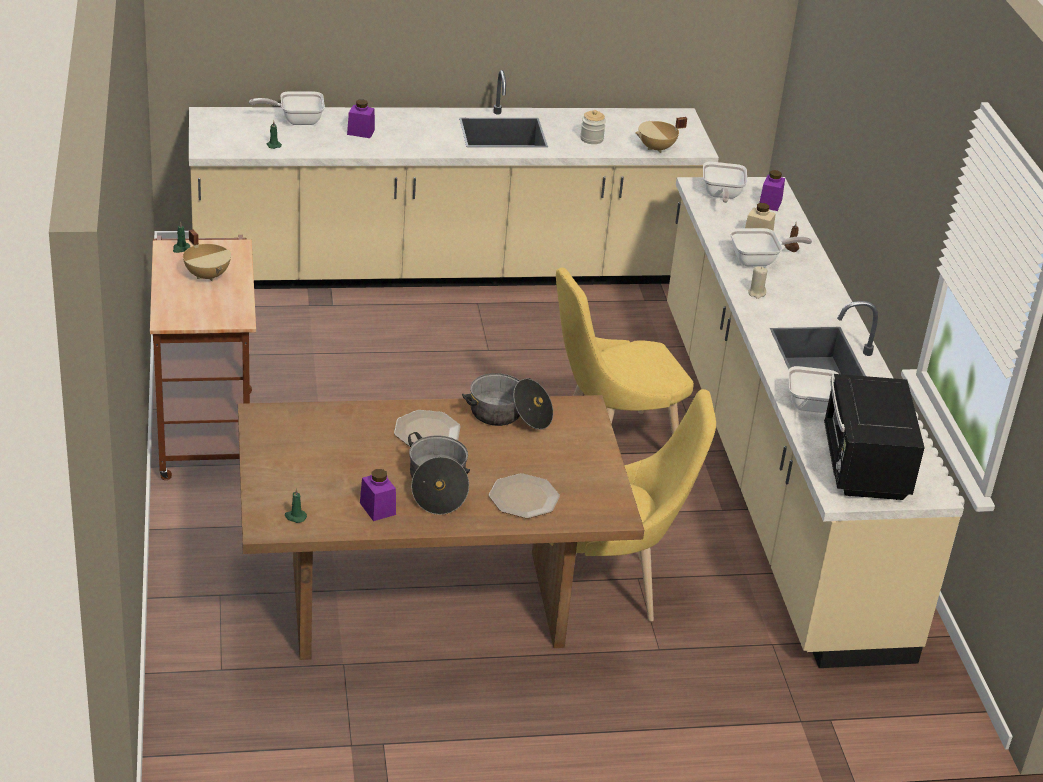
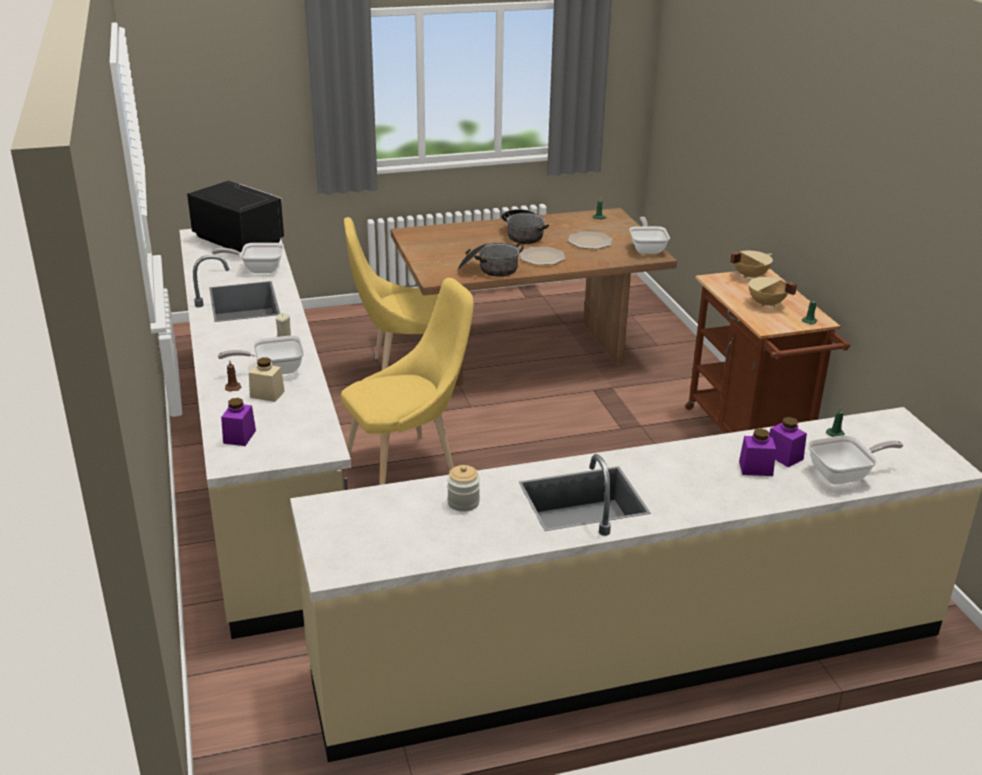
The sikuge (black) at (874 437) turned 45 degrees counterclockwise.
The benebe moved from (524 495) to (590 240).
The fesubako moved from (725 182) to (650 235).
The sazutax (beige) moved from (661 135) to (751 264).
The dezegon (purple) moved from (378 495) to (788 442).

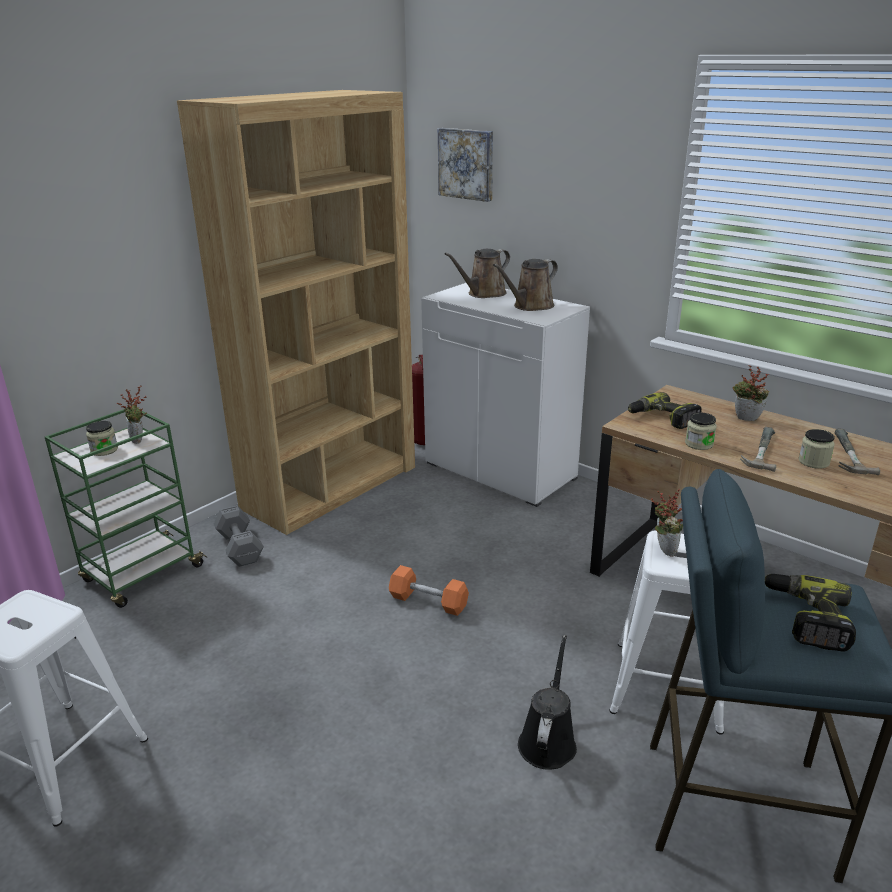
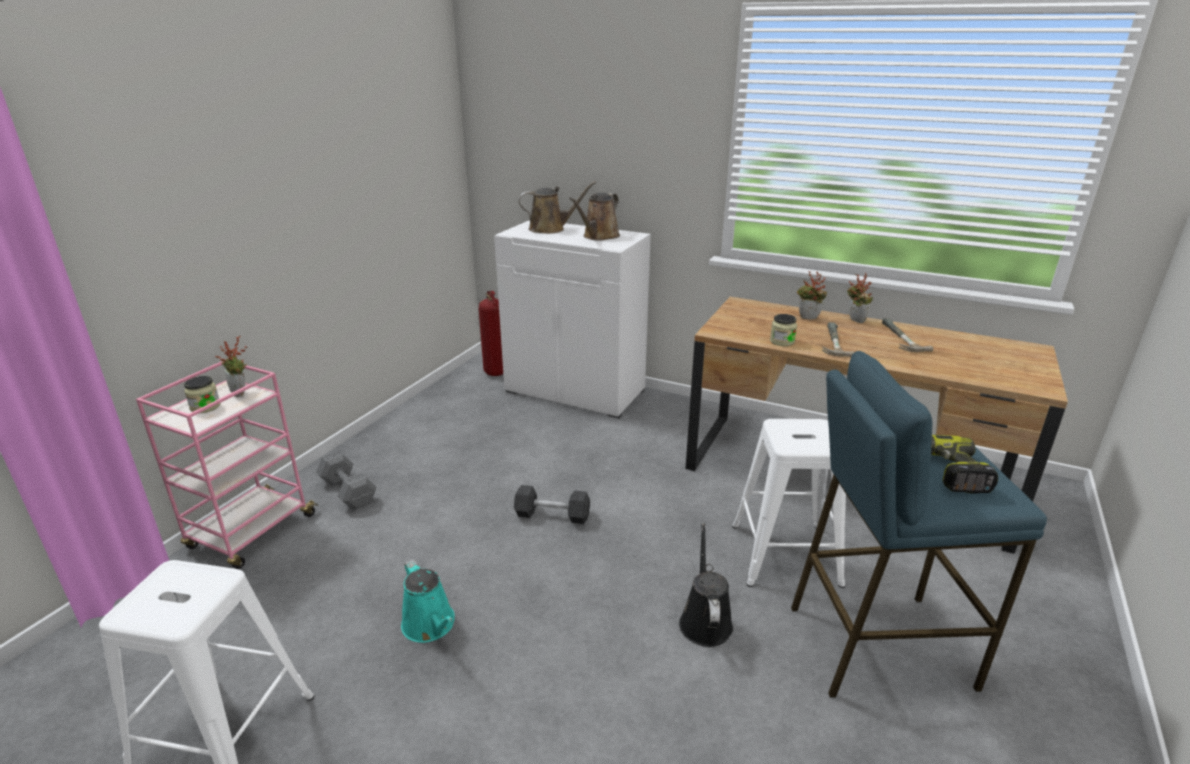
The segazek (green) at (126 508) became the segazek (pink) at (227 464).
The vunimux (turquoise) at (428 601) appeared.
The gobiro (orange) at (429 590) became the gobiro (grey) at (552 504).
The vunimux (brown) at (477 273) turned 135 degrees counterclockwise.
The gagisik moved from (667 522) to (860 298).
The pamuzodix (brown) at (296 312) disappeared.
The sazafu at (465 165) disappeared.
The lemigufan at (665 410) disappeared.
The dezegon at (817 449) disappeared.

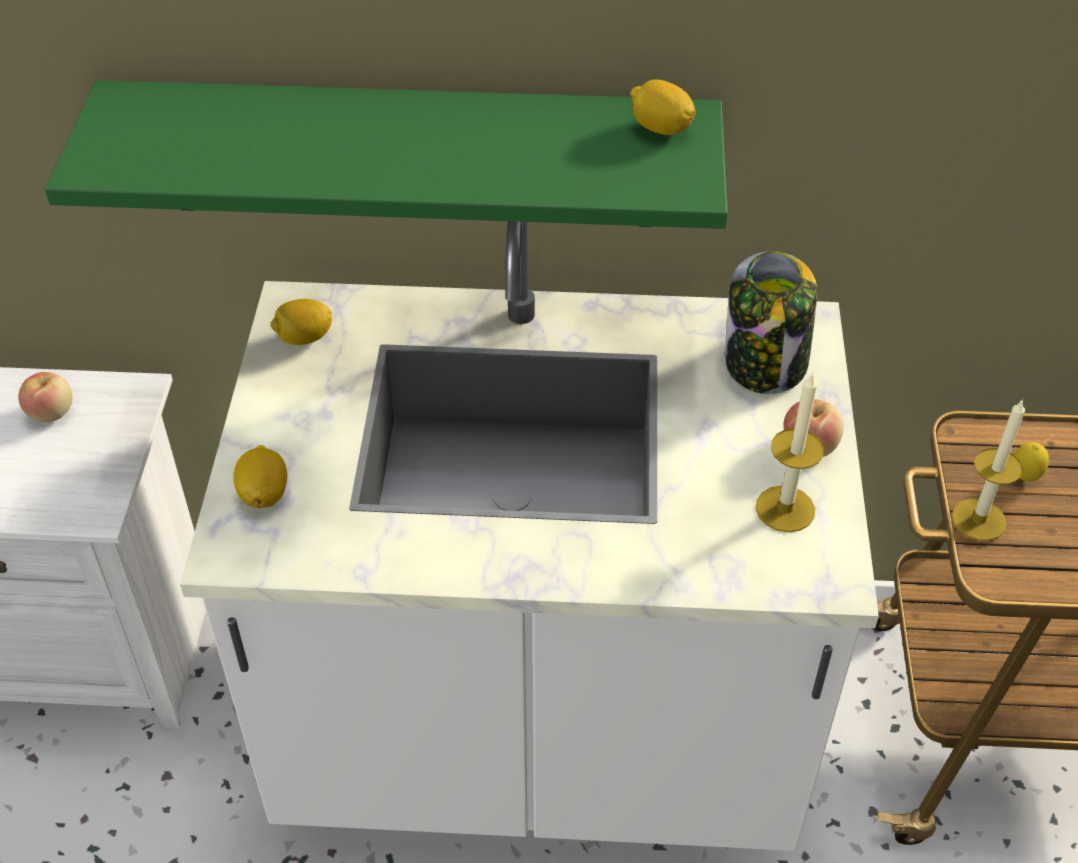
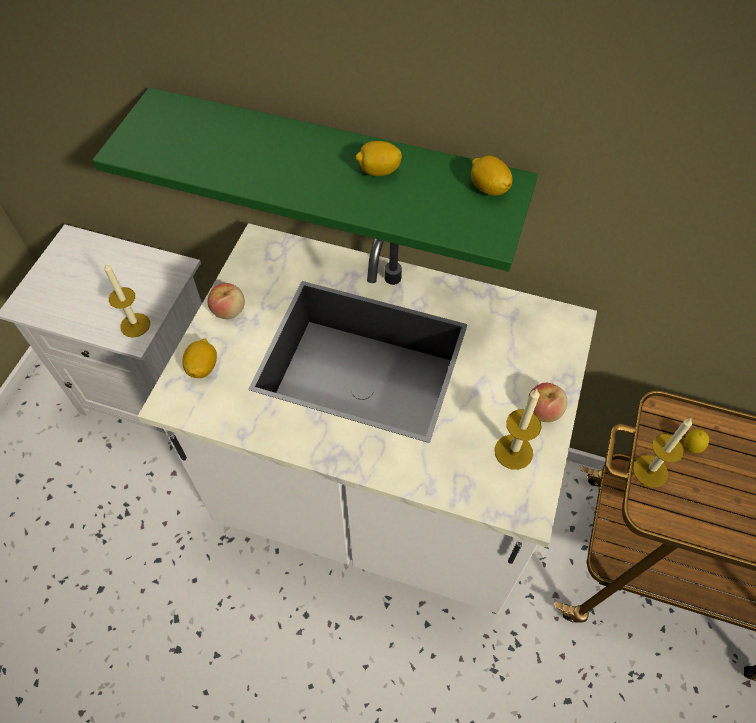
The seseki at (127 300) appeared.
The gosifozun moved from (45 397) to (226 301).
The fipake moved from (301 322) to (379 158).
The dezegon at (771 322) disappeared.

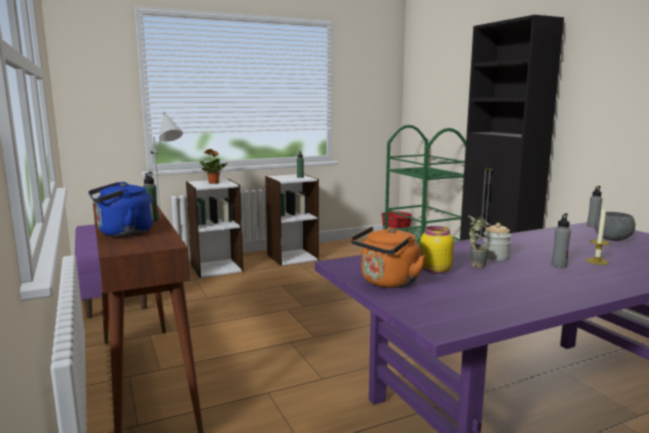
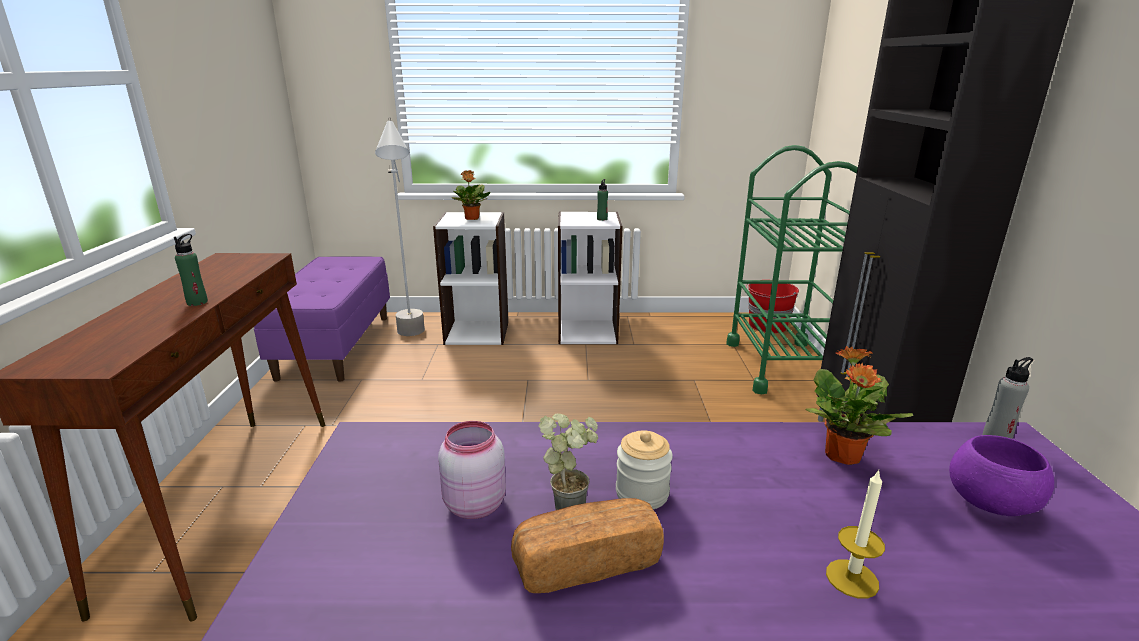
The dezegon (yellow) at (437 250) became the dezegon (pink) at (472 470).
The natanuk at (587 545) appeared.
The gagisik at (859 405) appeared.
The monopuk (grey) at (615 226) became the monopuk (purple) at (1001 475).
The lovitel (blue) at (120 209) disappeared.
The lovitel (orange) at (388 257) disappeared.
The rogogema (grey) at (561 240) disappeared.

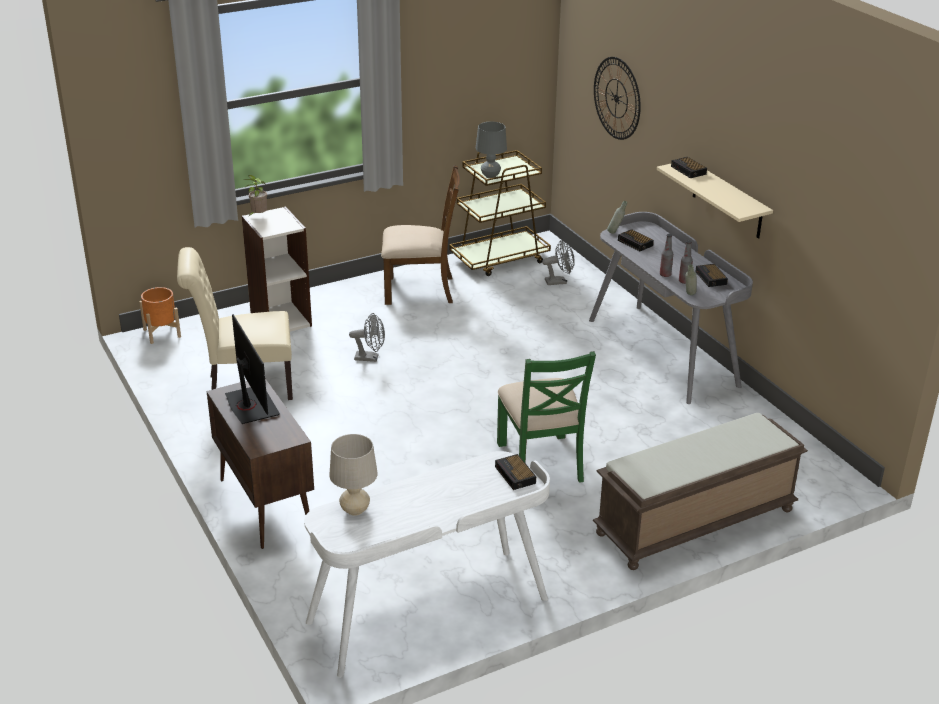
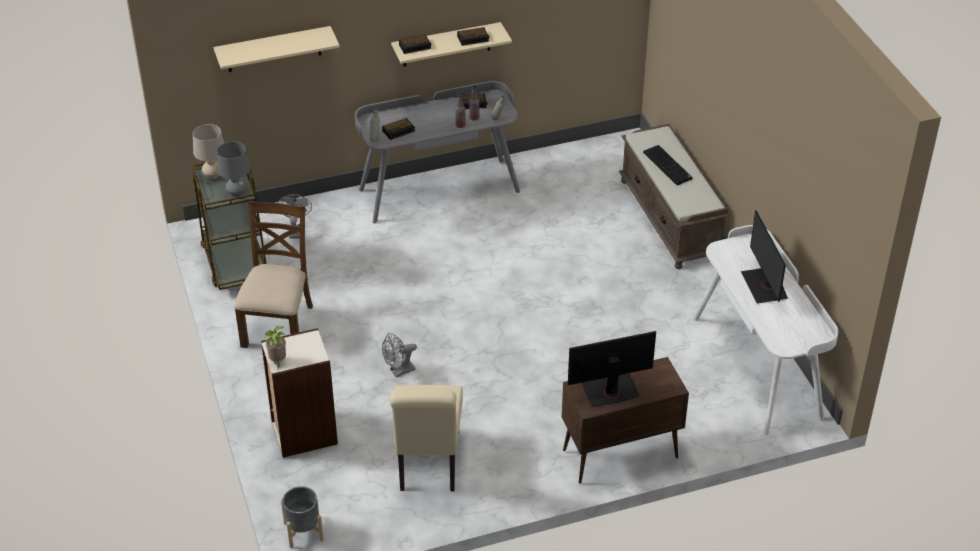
The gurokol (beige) moved from (353 475) to (208 151).
The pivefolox at (617 98) was replaced by the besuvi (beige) at (277 49).
The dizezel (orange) at (160 315) became the dizezel (grey) at (302 517).
The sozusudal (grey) at (367 337) turned 135 degrees counterclockwise.
The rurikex moved from (515 472) to (473 36).
The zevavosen at (667 165) appeared.
The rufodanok at (764 256) appeared.
The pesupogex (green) at (546 417) disappeared.

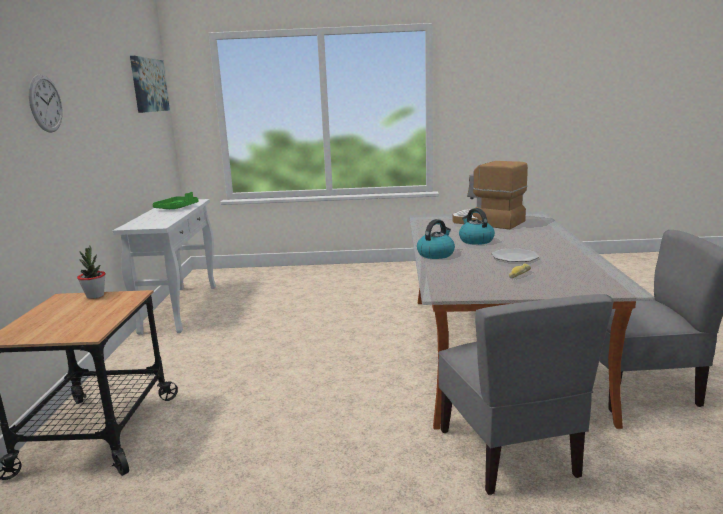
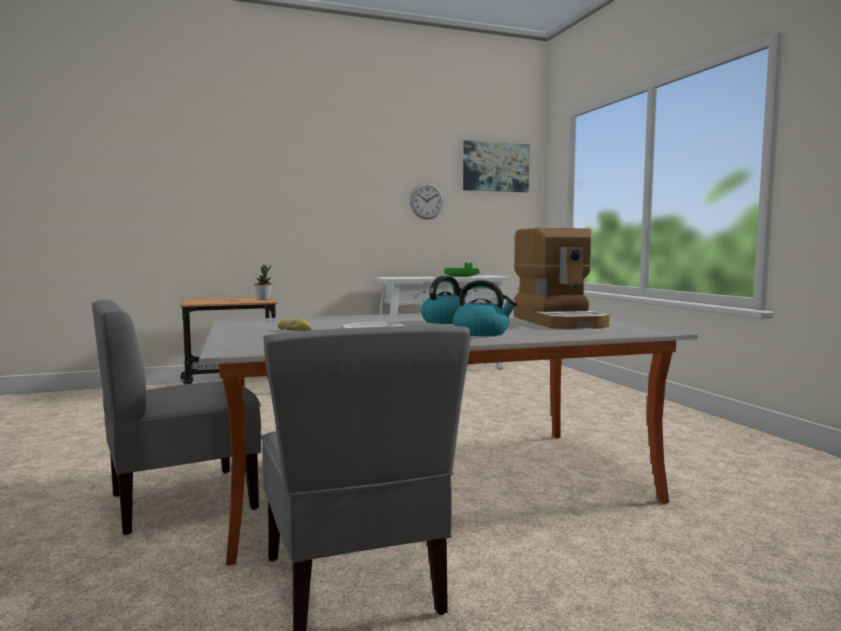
The pivefolox moved from (46 103) to (427 201).
The lovitel moved from (436 239) to (485 308).
The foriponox at (490 195) turned 150 degrees clockwise.

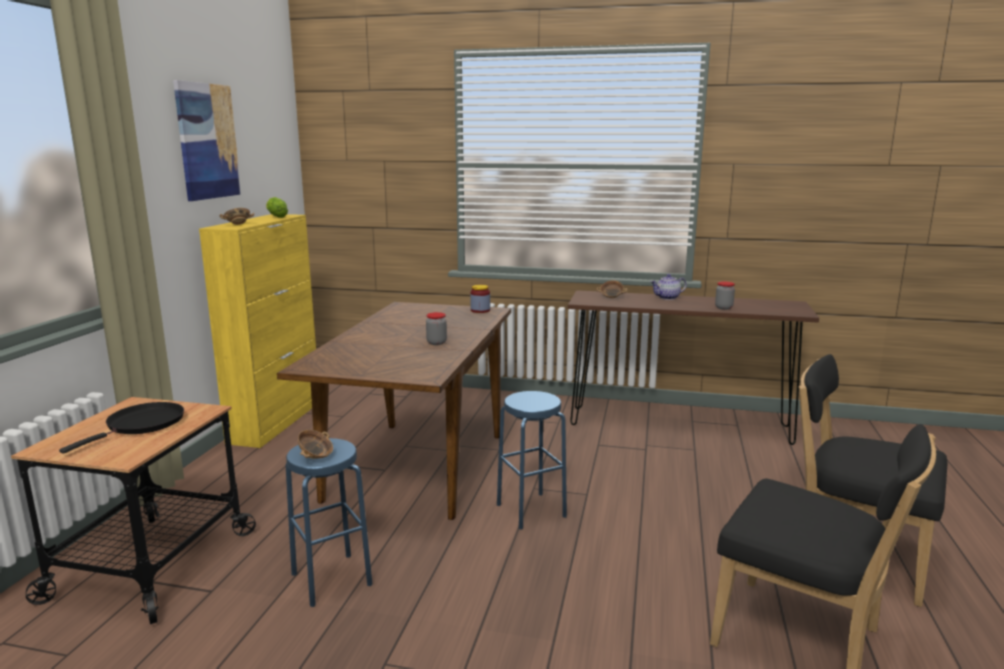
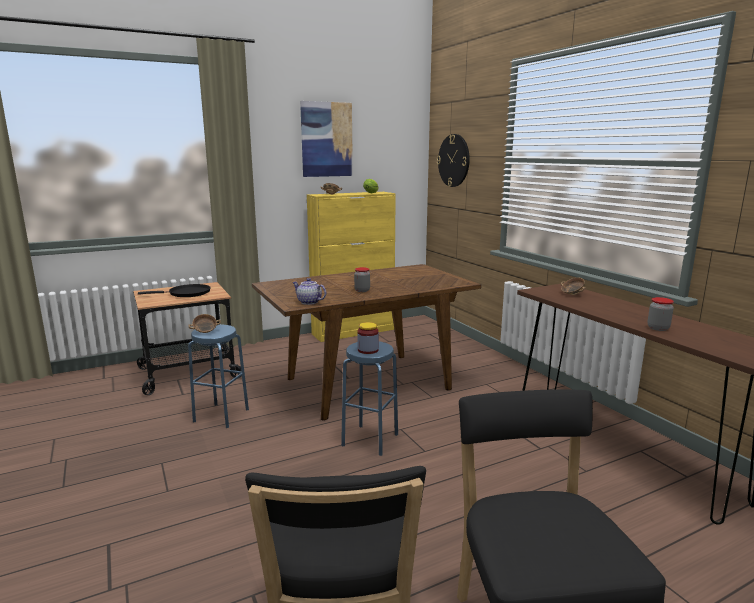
The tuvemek moved from (669 287) to (309 291).
The dezegon moved from (480 299) to (368 338).
The pivefolox at (453 160) appeared.

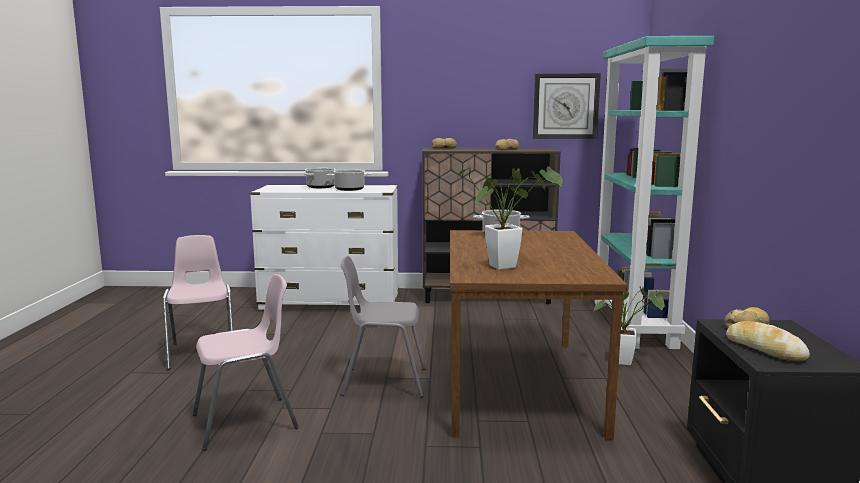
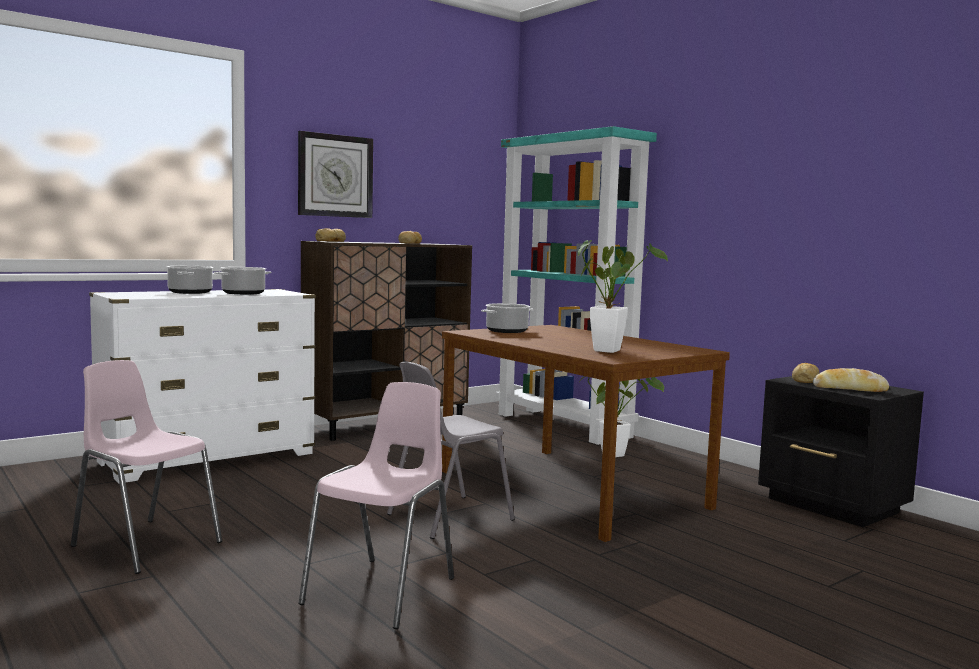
The pivefolox moved from (567 106) to (335 174).

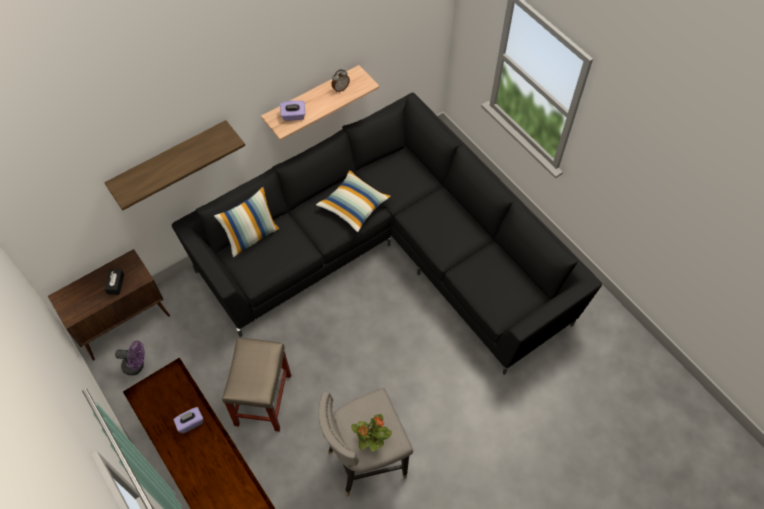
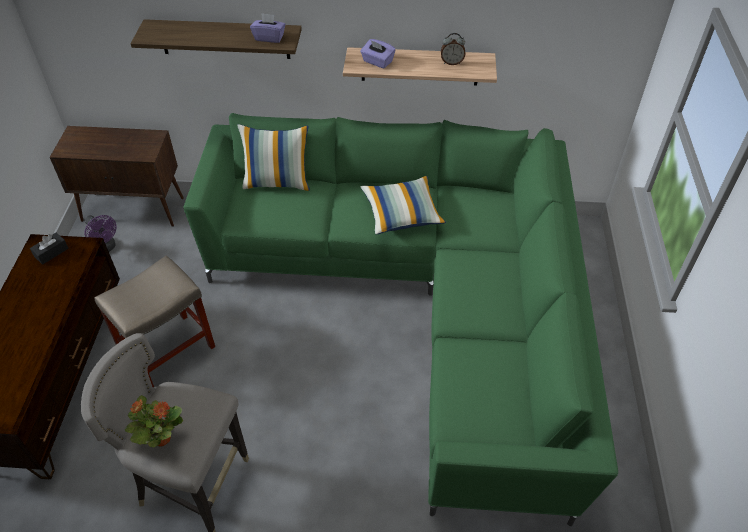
The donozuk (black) moved from (114 282) to (49 249).
The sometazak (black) at (387 234) became the sometazak (green) at (400 319).
The donozuk (purple) moved from (188 420) to (268 28).

